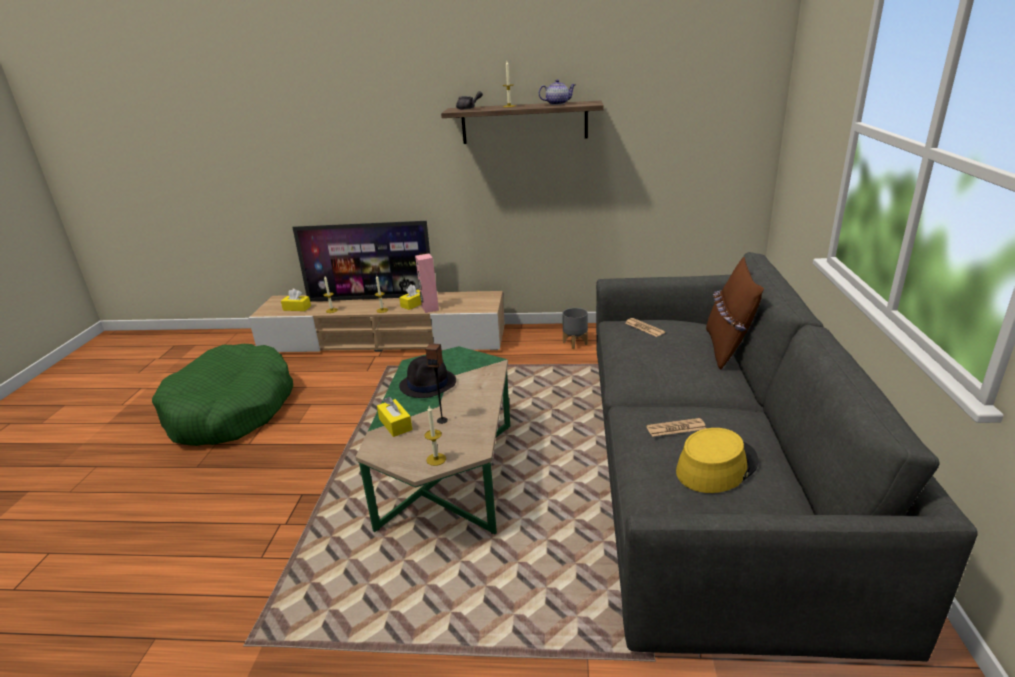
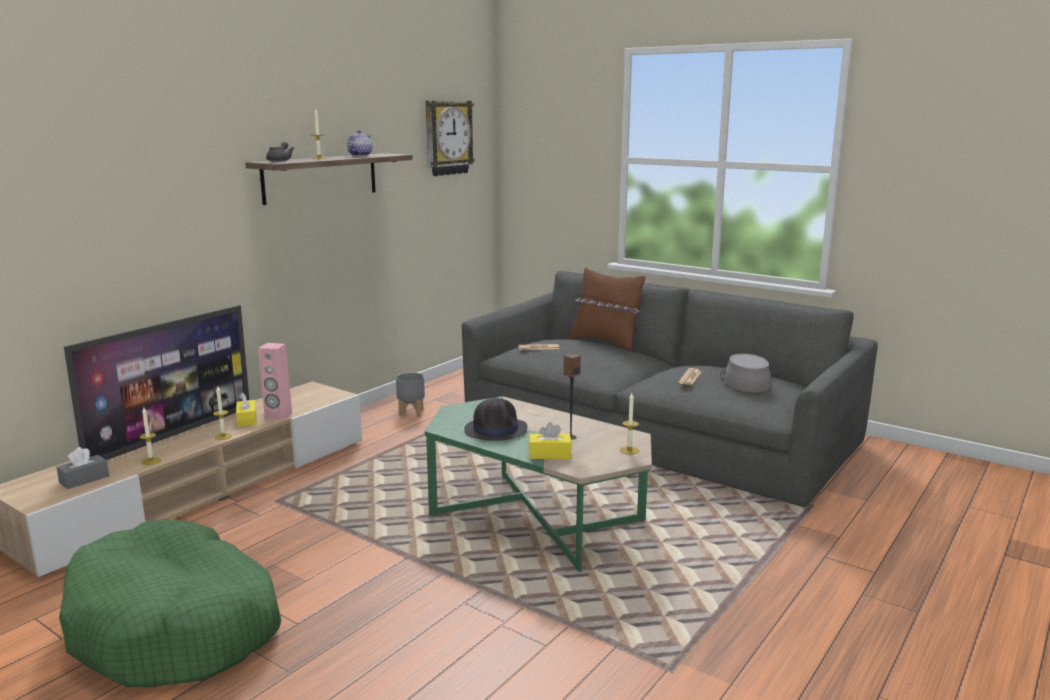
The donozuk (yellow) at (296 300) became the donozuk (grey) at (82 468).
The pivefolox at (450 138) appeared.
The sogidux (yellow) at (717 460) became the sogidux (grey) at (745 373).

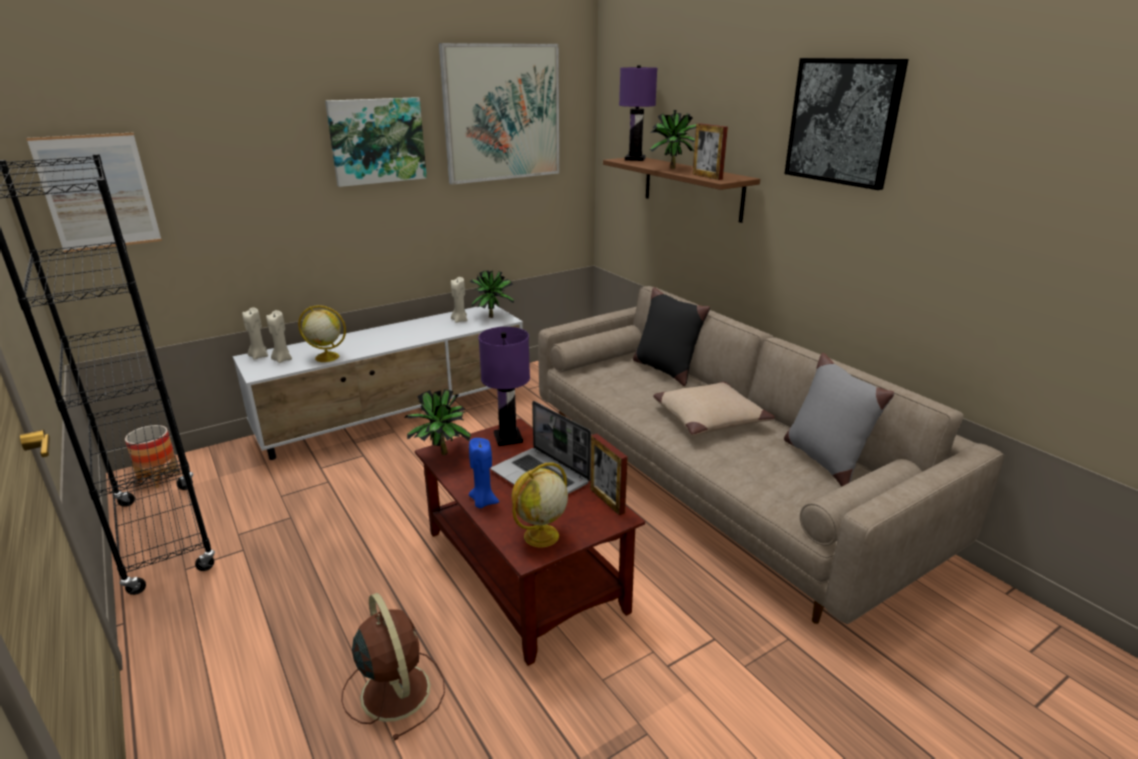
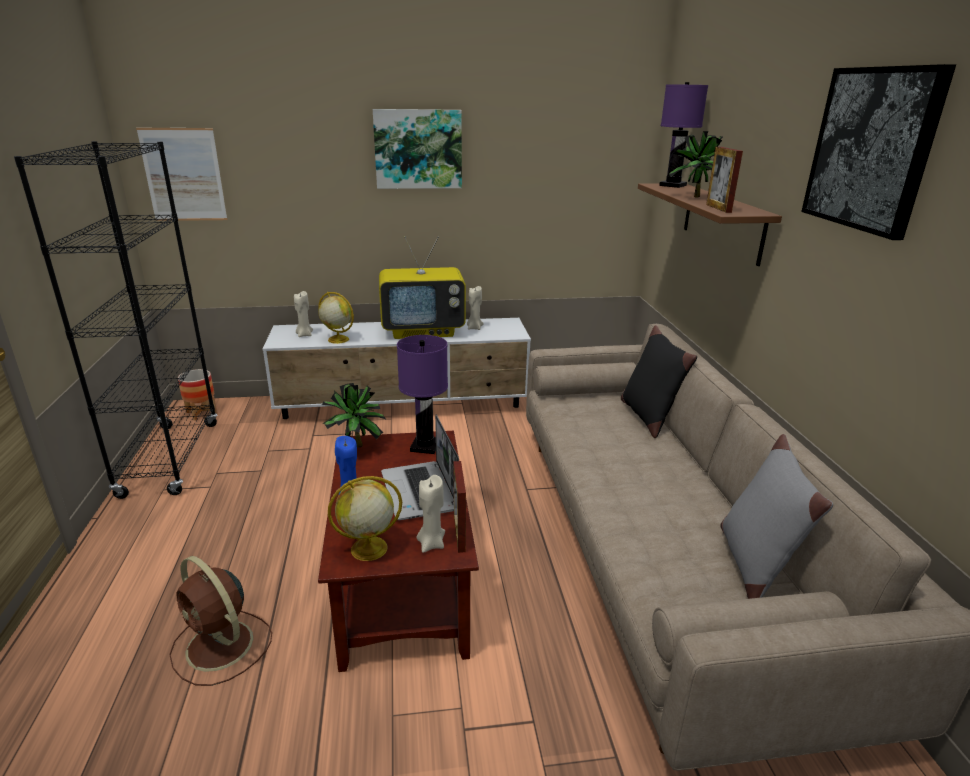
The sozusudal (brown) at (393 667) turned 135 degrees clockwise.
The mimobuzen at (422 287) appeared.
The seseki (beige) moved from (255 333) to (431 514).
The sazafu at (499 114) disappeared.
The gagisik at (492 294) disappeared.
The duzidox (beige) at (714 409) disappeared.

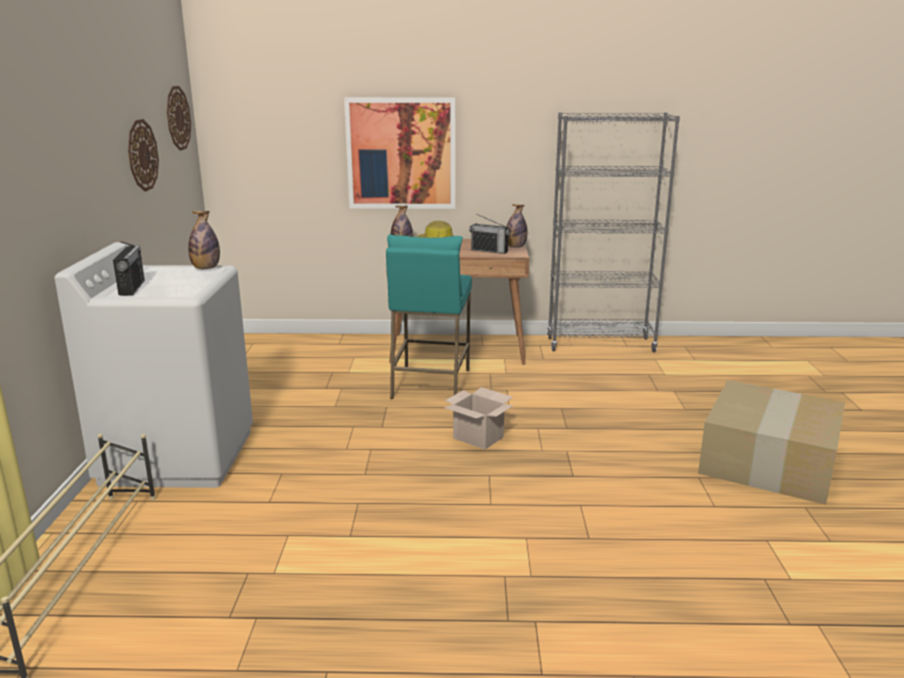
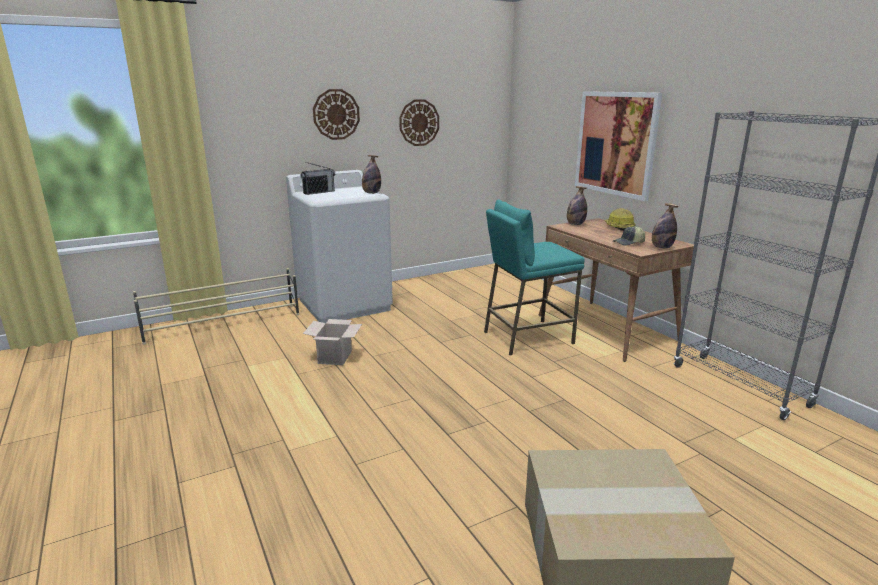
The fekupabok moved from (478 418) to (332 342).
The pivefolox moved from (179 118) to (336 114).
The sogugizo at (490 234) was replaced by the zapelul at (629 235).

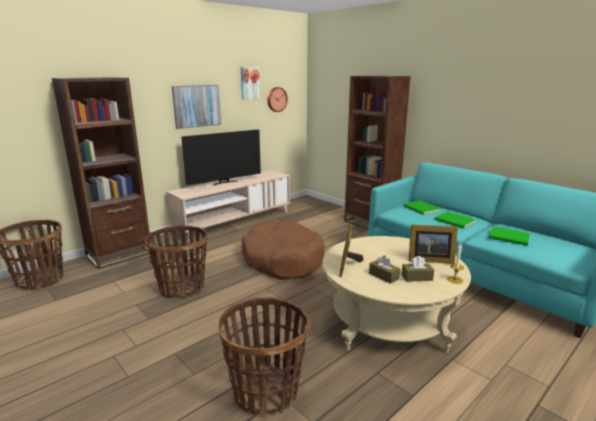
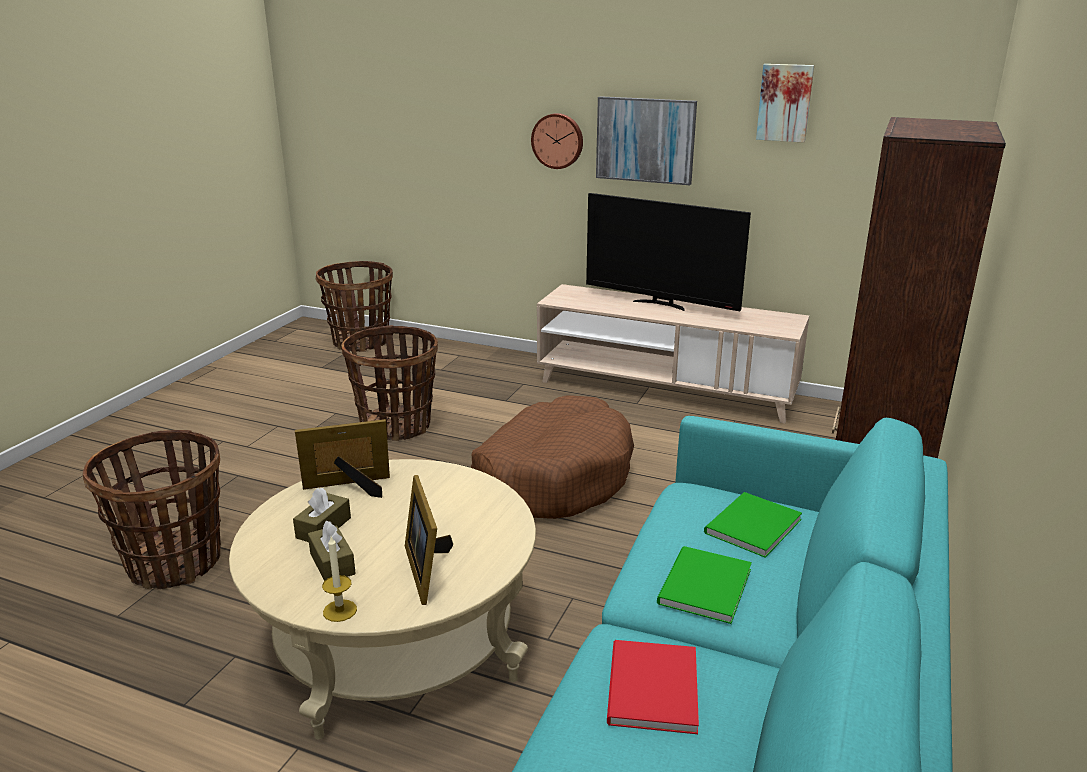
The pivefolox moved from (277 99) to (557 141).
The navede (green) at (509 236) became the navede (red) at (653 687).
The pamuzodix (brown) at (101 173) disappeared.

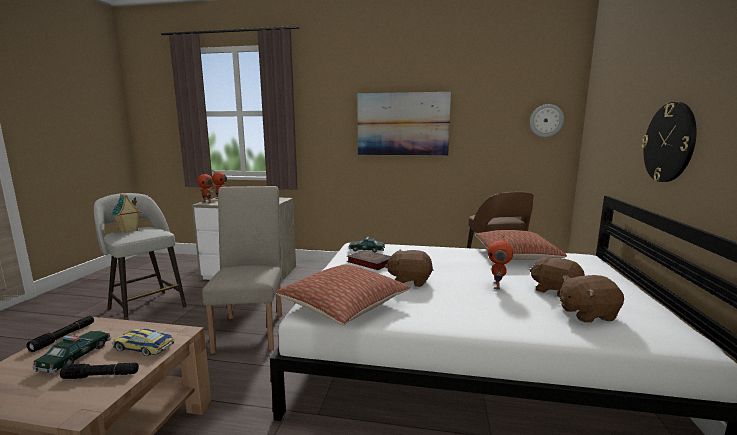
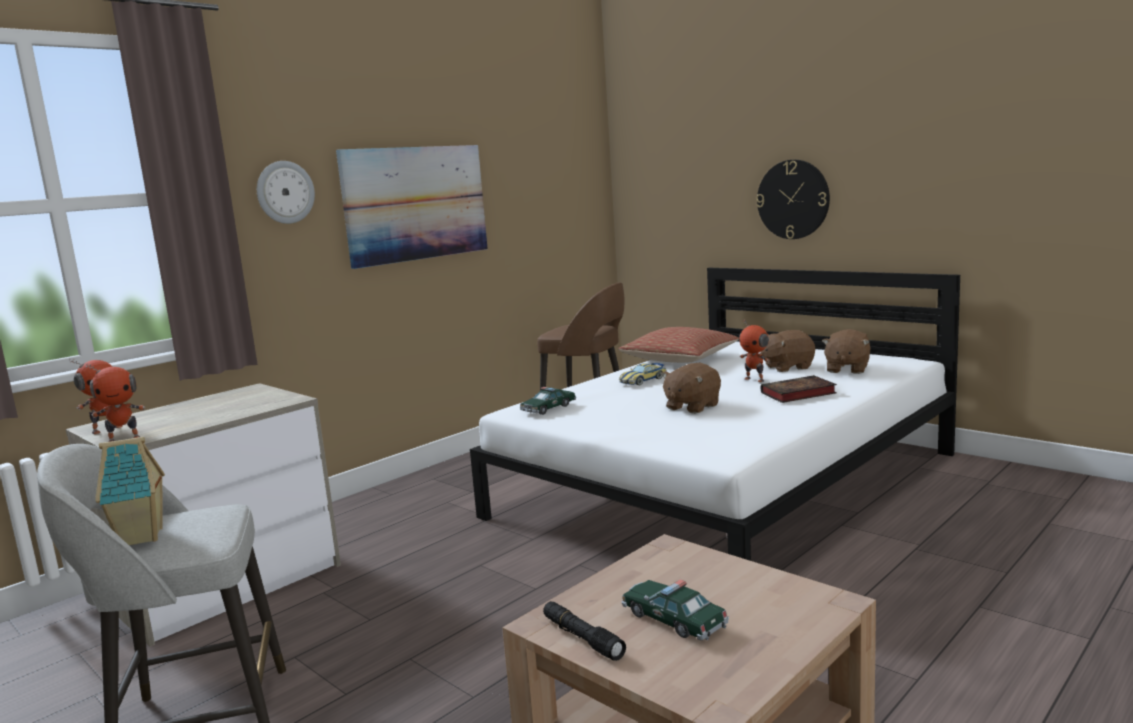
The pivefolox moved from (547 120) to (286 192).
The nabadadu moved from (143 342) to (643 374).
The navede moved from (369 260) to (799 389).
The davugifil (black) at (99 371) disappeared.
The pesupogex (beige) at (242 270) disappeared.
The duzidox at (343 294) disappeared.

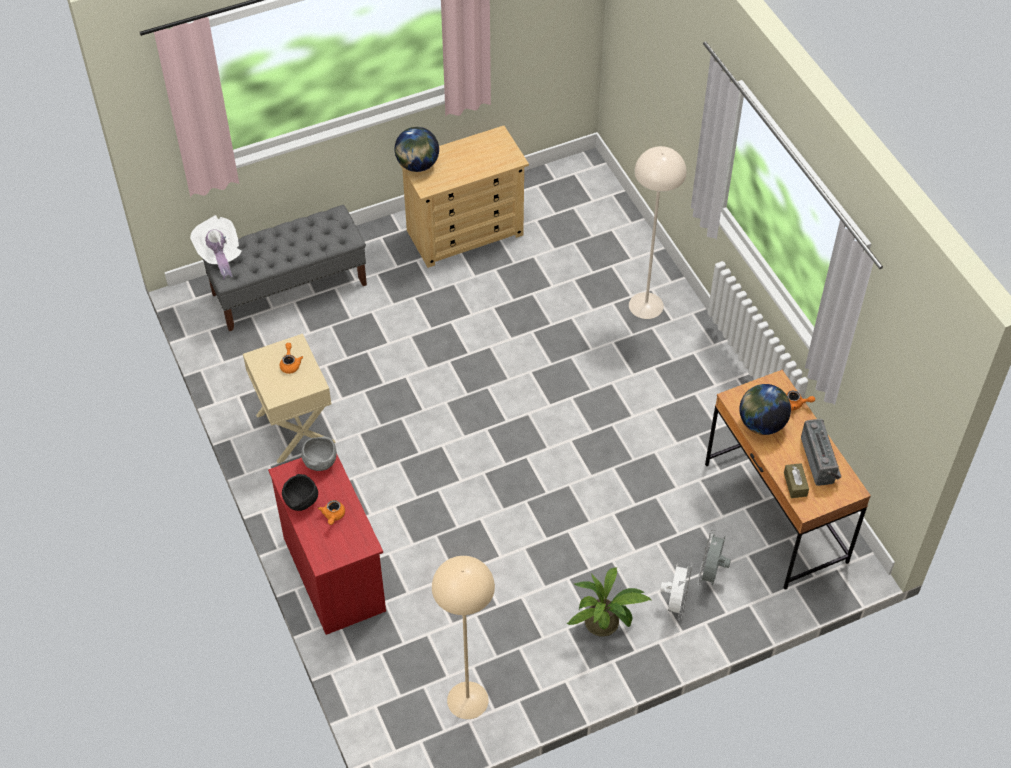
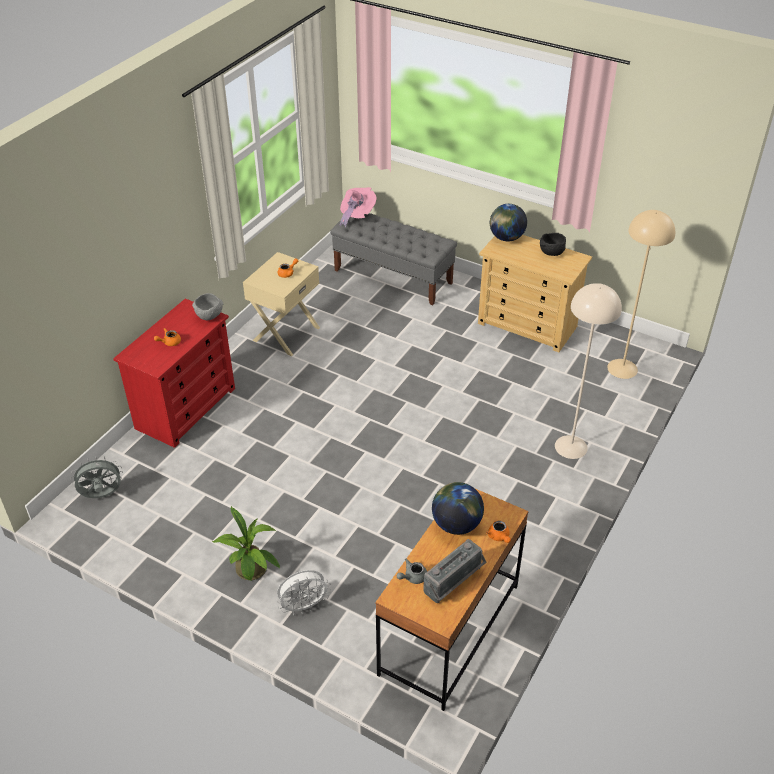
The sozusudal (grey) moved from (714 557) to (96 477).
The sogidux (white) at (216 247) became the sogidux (pink) at (358 207).
The donozuk (brown) at (796 480) was replaced by the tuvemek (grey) at (412 571).
The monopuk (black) moved from (300 492) to (553 244).
The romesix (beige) moved from (463 637) to (641 294).

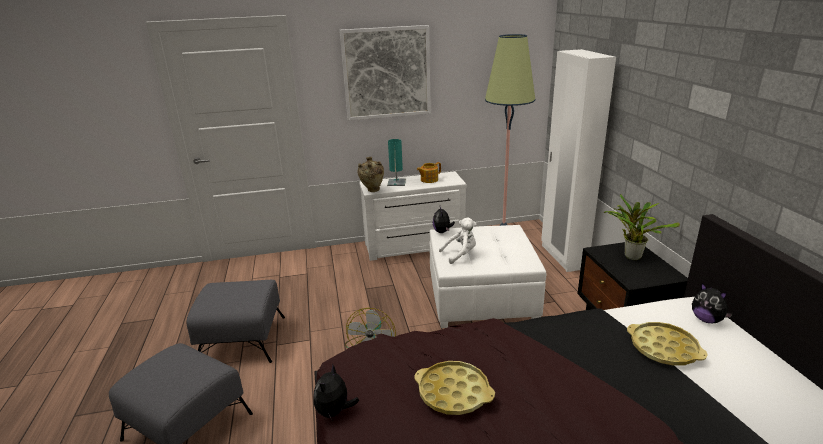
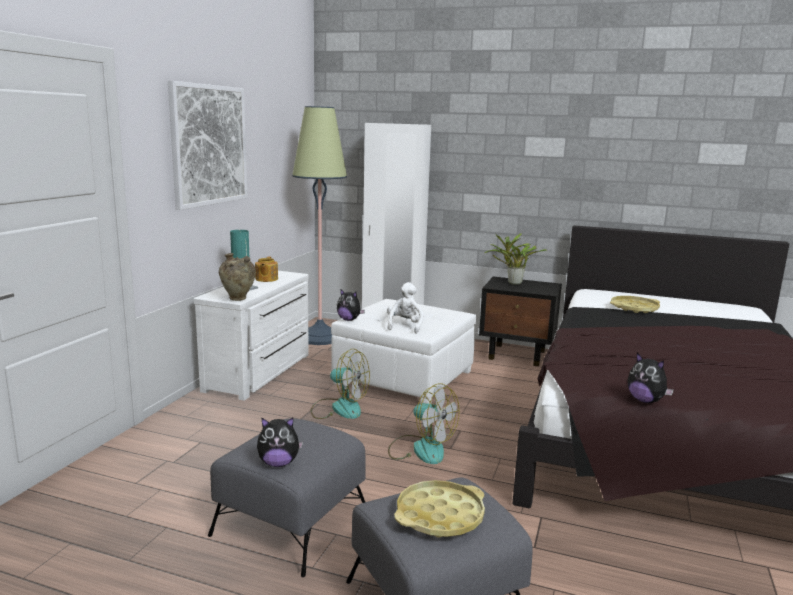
The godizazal moved from (712 303) to (280 442).
The sozusudal at (340 384) appeared.
The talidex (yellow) moved from (454 388) to (439 509).

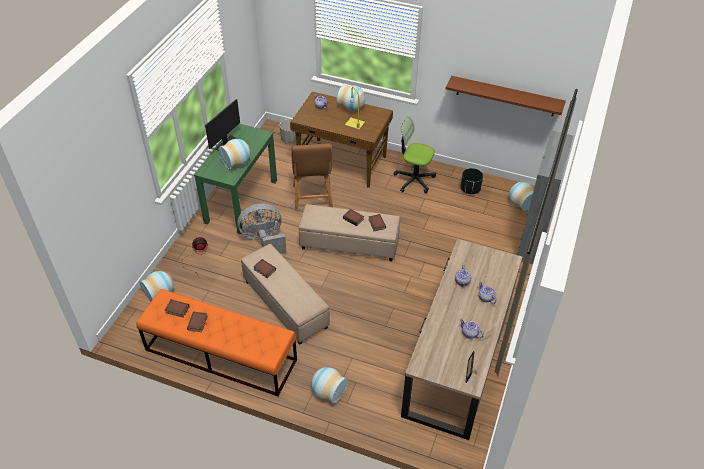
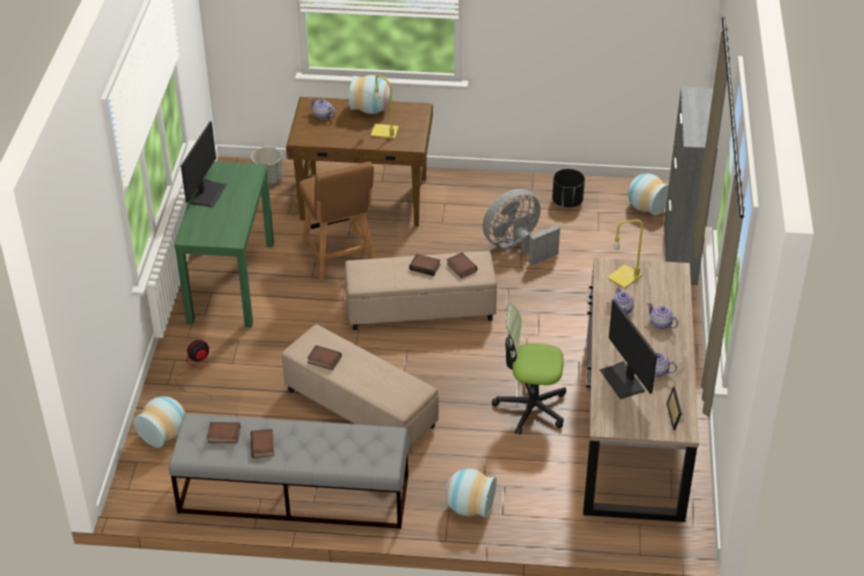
The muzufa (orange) at (216 342) became the muzufa (grey) at (289 471).
The sozusudal (grey) moved from (262 229) to (521 227).
The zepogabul moved from (414 154) to (529 369).
The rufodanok at (628 349) appeared.
The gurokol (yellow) at (625 254) appeared.
The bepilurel at (234 154) disappeared.
The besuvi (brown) at (506 96) disappeared.

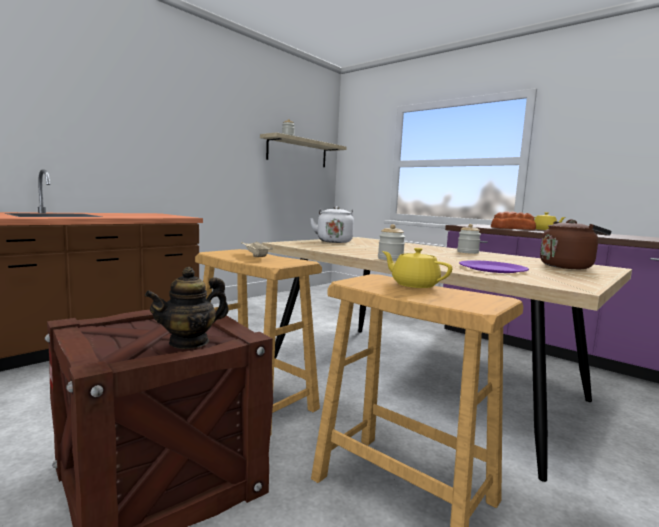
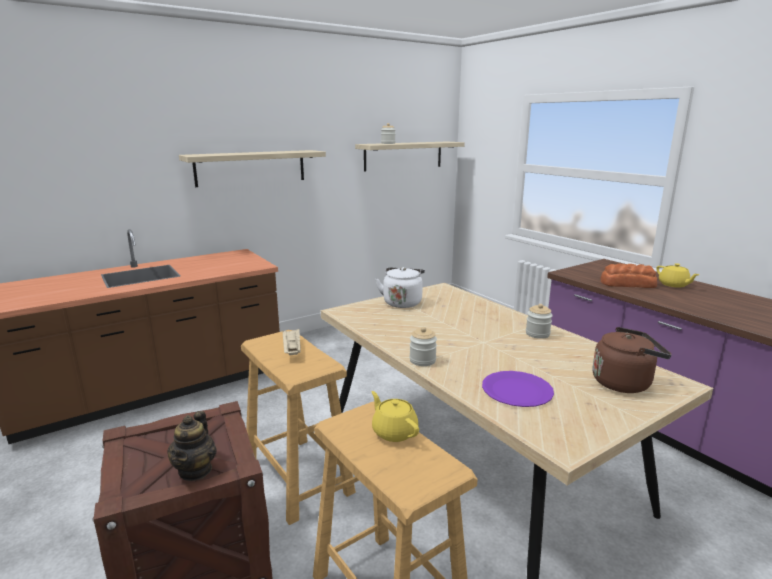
The tuvemek at (187 308) turned 60 degrees counterclockwise.
The besuvi at (252 168) appeared.

